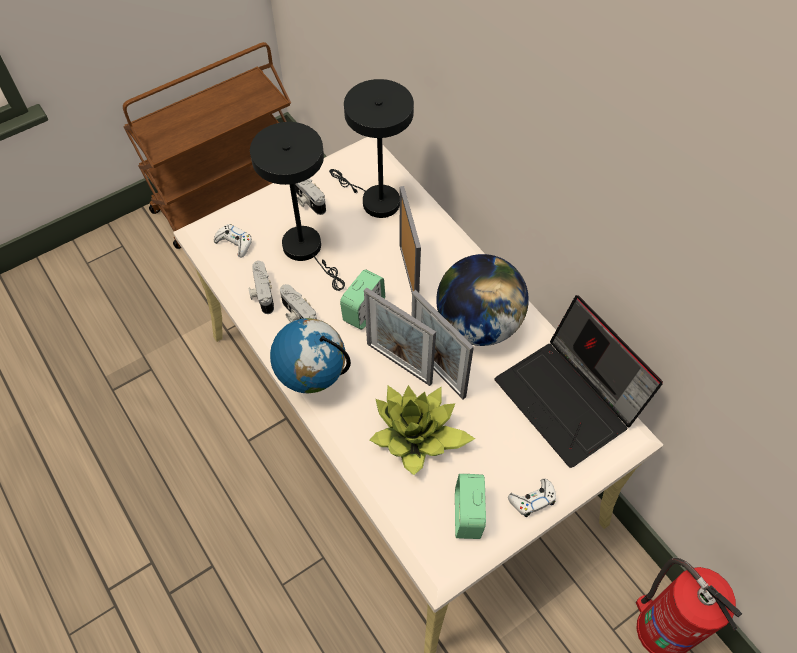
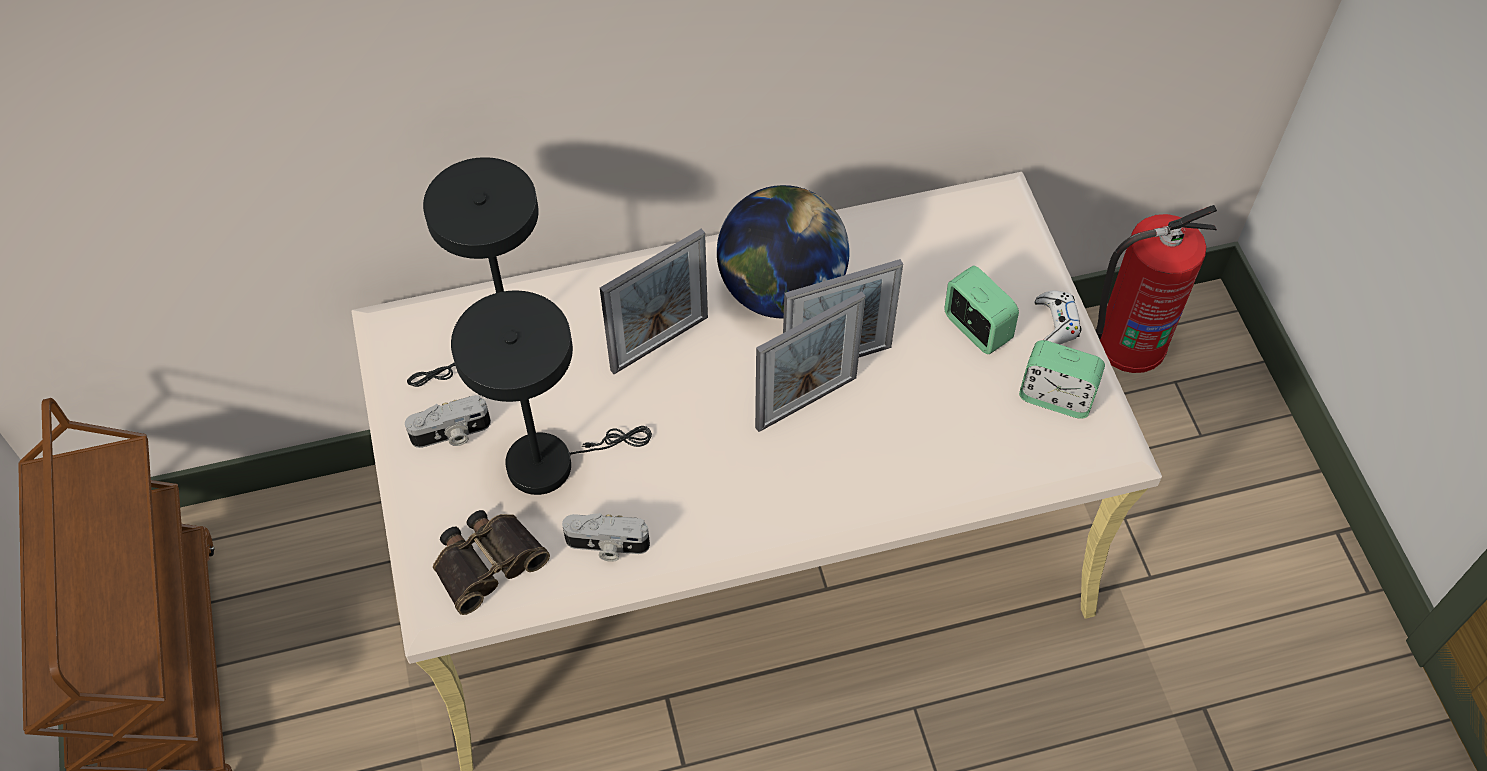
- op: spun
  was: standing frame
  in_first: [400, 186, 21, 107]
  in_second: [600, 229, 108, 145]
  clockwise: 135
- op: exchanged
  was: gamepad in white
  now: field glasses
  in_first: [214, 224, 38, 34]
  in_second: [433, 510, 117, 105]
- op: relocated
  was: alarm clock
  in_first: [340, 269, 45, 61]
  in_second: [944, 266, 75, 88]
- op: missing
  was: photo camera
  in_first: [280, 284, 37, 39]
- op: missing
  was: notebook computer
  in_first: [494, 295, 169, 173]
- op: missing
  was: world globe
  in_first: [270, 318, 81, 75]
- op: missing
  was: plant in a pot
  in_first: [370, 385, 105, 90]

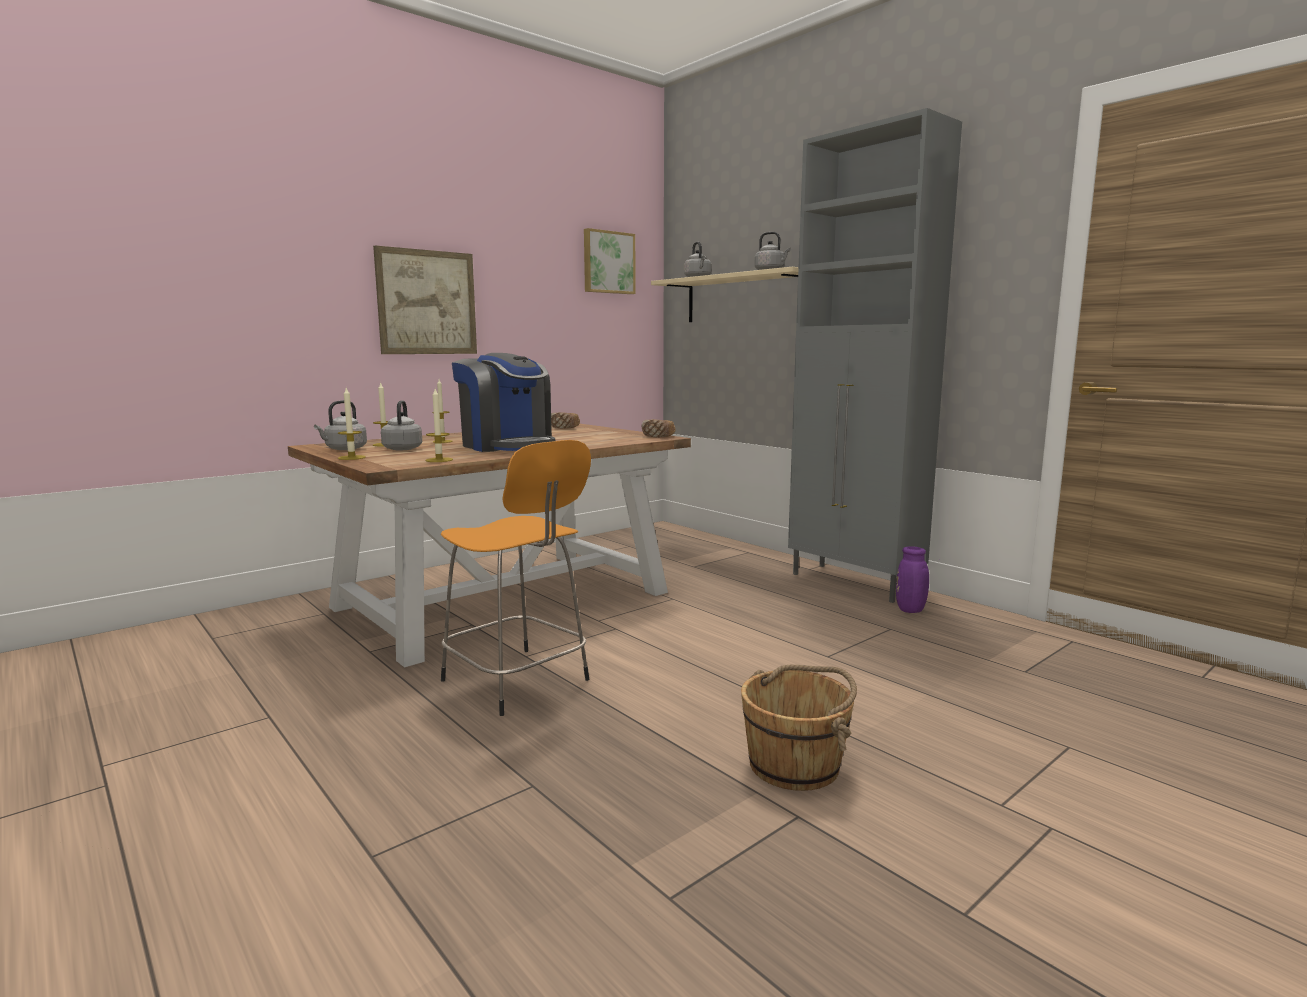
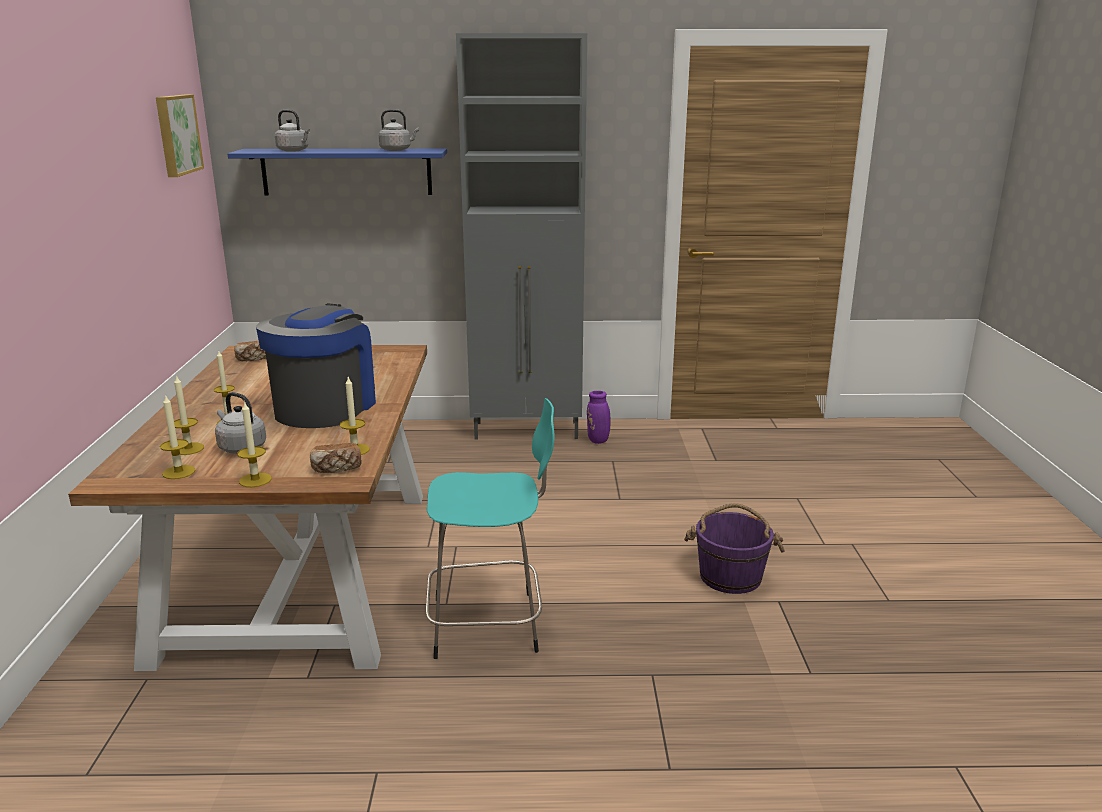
- op: missing
  was: picture
  in_first: [373, 245, 104, 109]
- op: colour
  was: bracket shelf in sand-coloured
  now: bracket shelf in blue
  in_first: [651, 267, 148, 55]
  in_second: [228, 149, 219, 46]
- op: spun
  was: coffee maker
  in_first: [452, 353, 103, 99]
  in_second: [256, 303, 120, 125]
  clockwise: -75
- op: exchanged
  was: water kettle in greyish
  now: wax light
  in_first: [314, 400, 53, 50]
  in_second: [160, 394, 36, 85]
- op: relocated
  was: bread
  in_first: [642, 419, 34, 18]
  in_second: [310, 443, 52, 30]
- op: colour
  was: stool in orange-coloured
  now: stool in blue-green
  in_first: [441, 440, 150, 276]
  in_second: [426, 398, 129, 261]
- op: colour
  was: water bucket in brown
  now: water bucket in purple
  in_first: [741, 665, 116, 126]
  in_second: [684, 503, 101, 91]

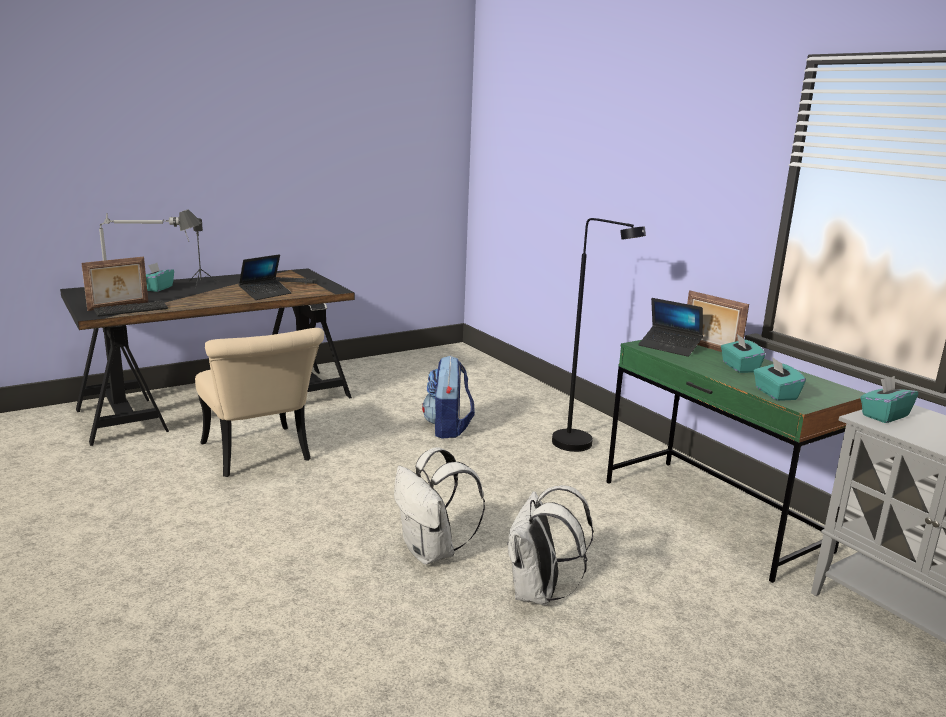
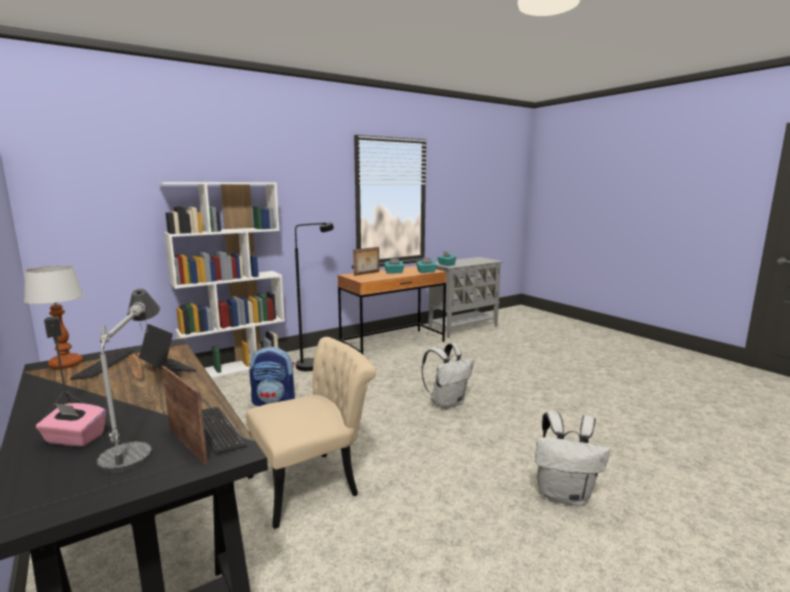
- op: colour
  was: tissue box in blue-green
  now: tissue box in pinkish
  in_first: [146, 263, 28, 29]
  in_second: [36, 403, 70, 44]
- op: missing
  was: notebook computer
  in_first: [638, 298, 65, 59]
- op: colour
  was: desk in green-coloured
  now: desk in brown
  in_first: [607, 340, 259, 243]
  in_second: [338, 266, 108, 88]
- op: relocated
  was: backpack in white
  in_first: [507, 485, 87, 121]
  in_second: [535, 411, 75, 94]
- op: appeared
  now: bookshelf in white
  in_second: [158, 182, 127, 196]
- op: appeared
  now: tabletop lamp
  in_second: [24, 266, 60, 103]

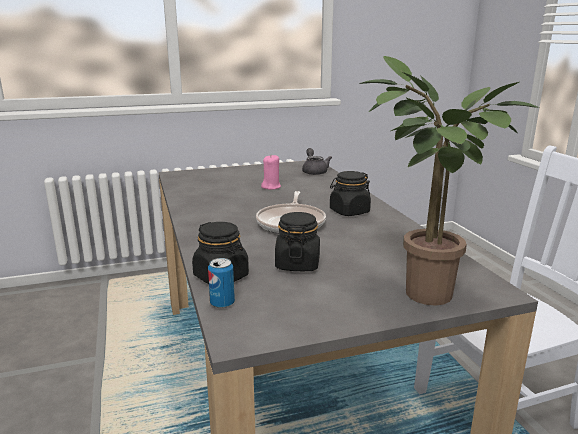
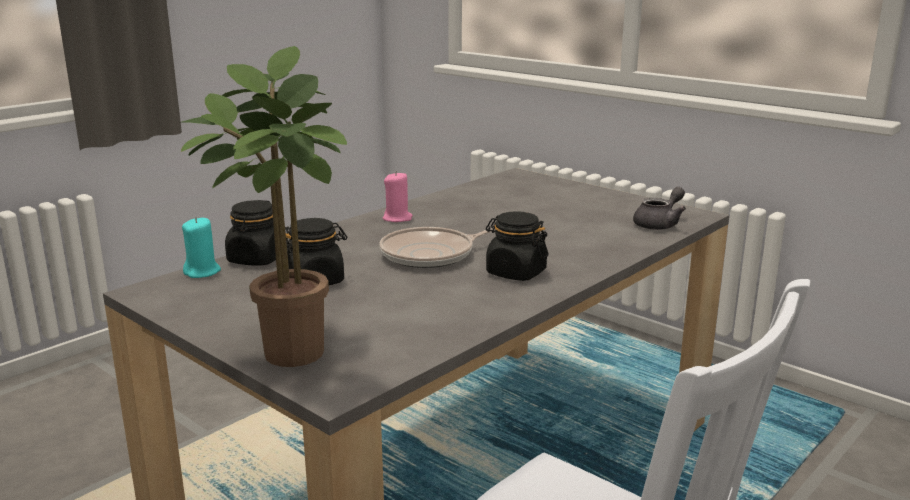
- op: relocated
  was: wax light in pinkish
  in_first: [261, 155, 20, 35]
  in_second: [383, 171, 29, 51]
- op: exchanged
  was: metal can
  now: wax light in blue-green
  in_first: [208, 258, 27, 50]
  in_second: [182, 217, 39, 61]

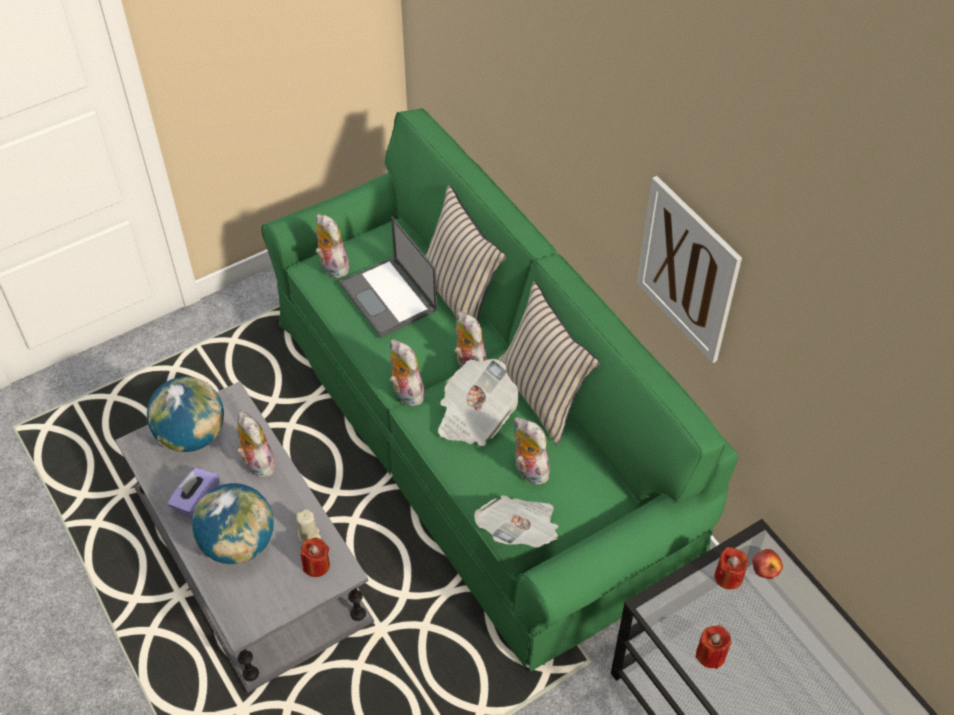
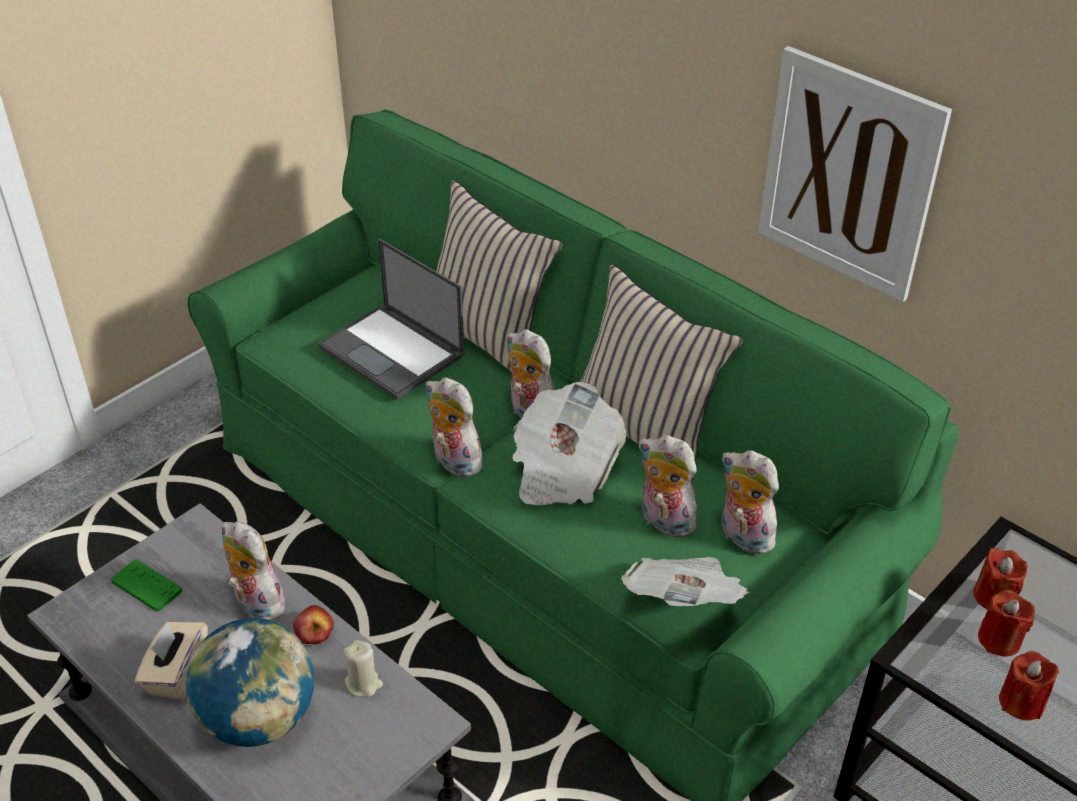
- op: relocated
  was: soft toy
  in_first: [315, 214, 35, 65]
  in_second: [721, 450, 60, 104]
- op: exchanged
  was: world globe
  now: gamepad in green-coloured
  in_first: [147, 377, 77, 75]
  in_second: [111, 559, 71, 53]
- op: colour
  was: tissue box in purple
  now: tissue box in sand-coloured
  in_first: [168, 468, 51, 51]
  in_second: [135, 622, 73, 78]
- op: relocated
  was: wax light in red-coloured
  in_first: [301, 537, 29, 40]
  in_second: [978, 590, 57, 67]
- op: relocated
  was: apple
  in_first: [752, 549, 31, 30]
  in_second: [293, 605, 41, 40]

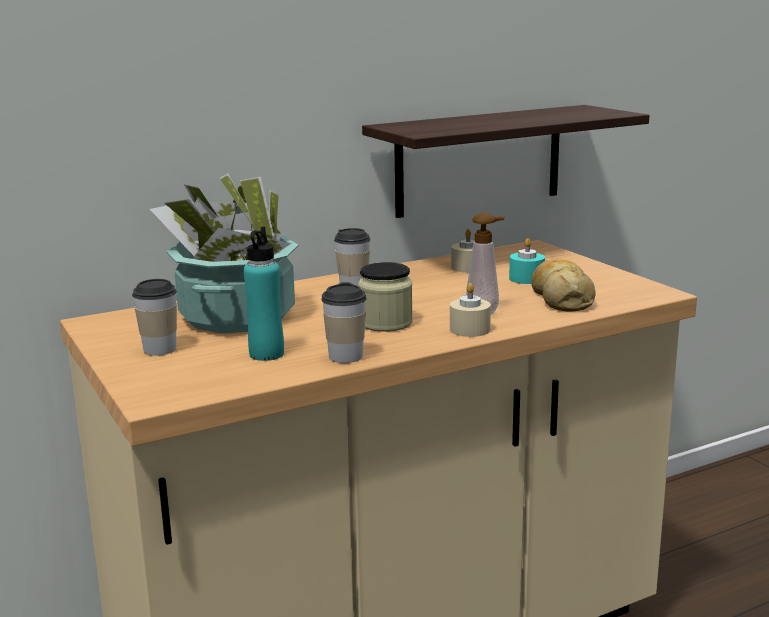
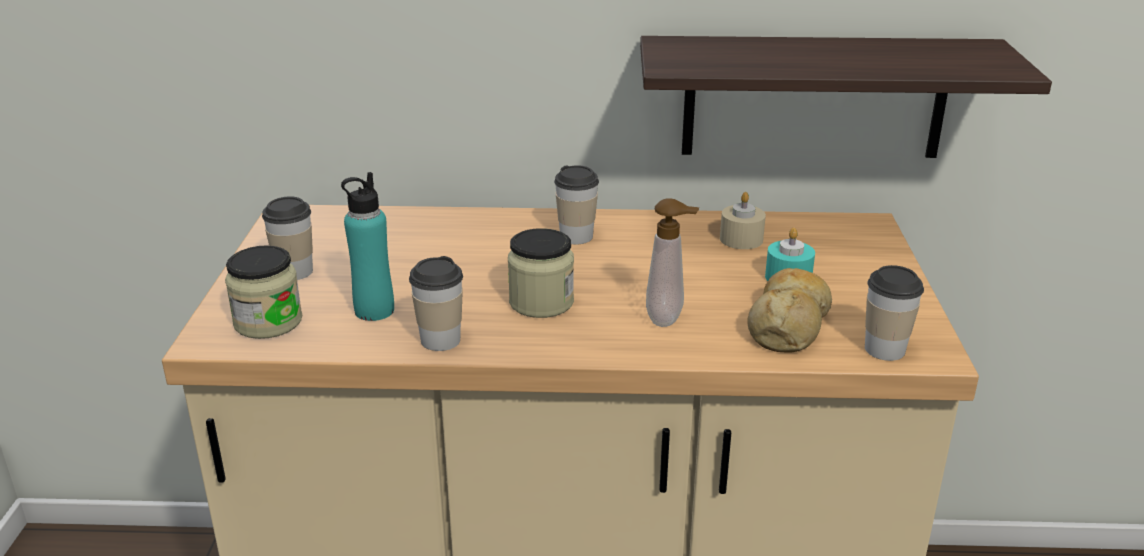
- op: missing
  was: plant in a pot
  in_first: [150, 174, 148, 159]
- op: missing
  was: wax light in sand-coloured
  in_first: [450, 283, 41, 54]
- op: appeared
  now: storage jar
  in_second: [225, 245, 77, 94]
- op: appeared
  now: small cup
  in_second: [865, 265, 59, 96]

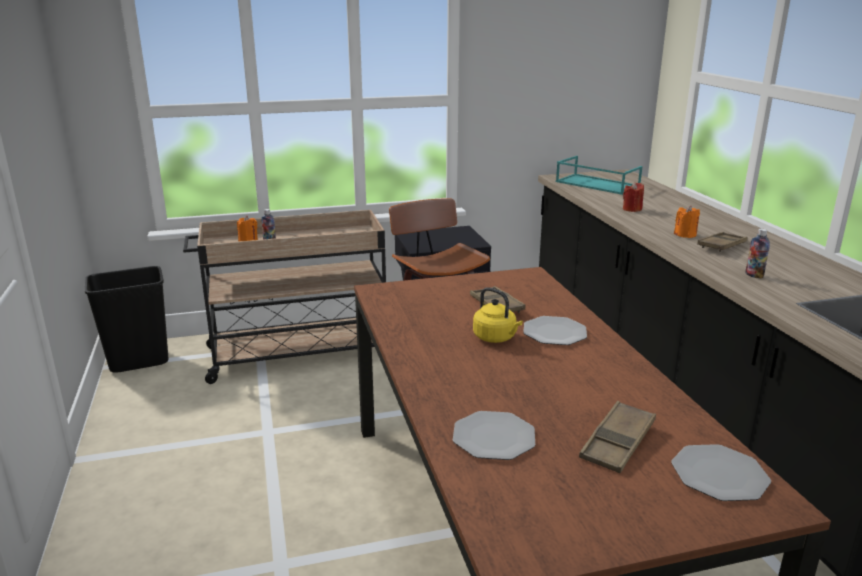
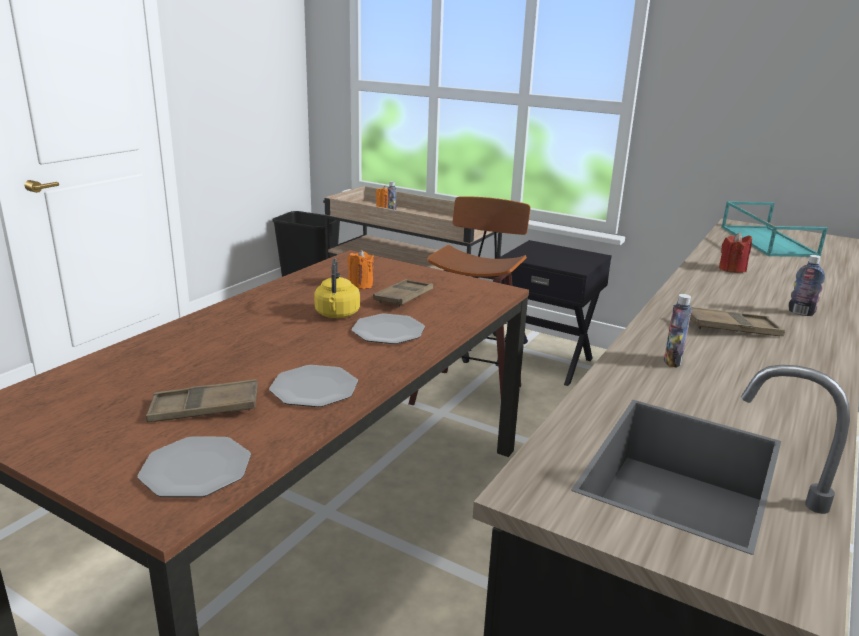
- op: relocated
  was: wax light in orange-coloured
  in_first: [674, 205, 26, 33]
  in_second: [347, 250, 27, 39]
- op: relocated
  was: dinner plate
  in_first: [453, 411, 82, 49]
  in_second: [269, 365, 89, 42]
- op: appeared
  now: drink bottle
  in_second: [788, 255, 37, 61]

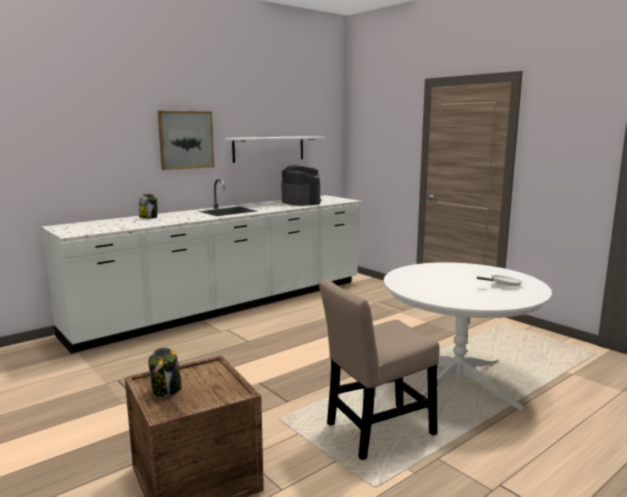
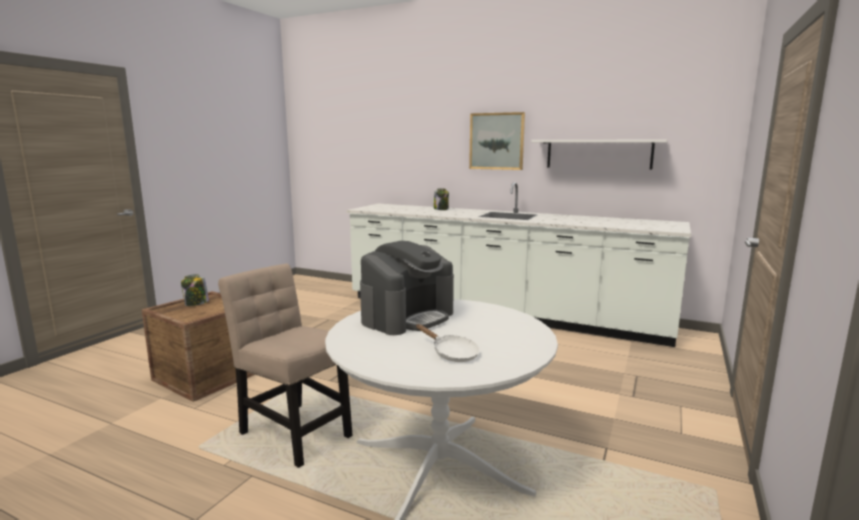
- op: relocated
  was: coffee maker
  in_first: [282, 165, 39, 41]
  in_second: [360, 241, 94, 94]

